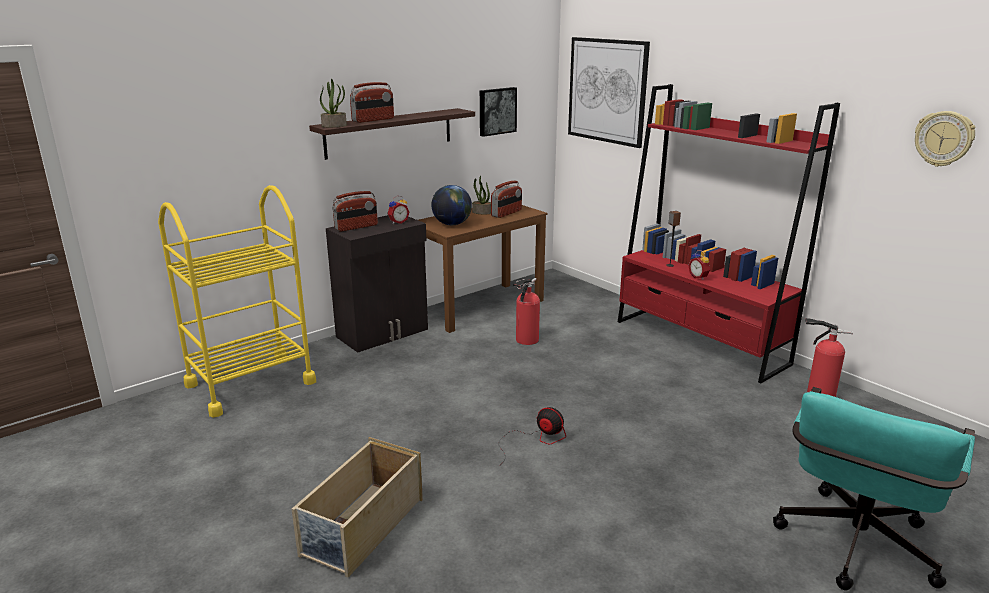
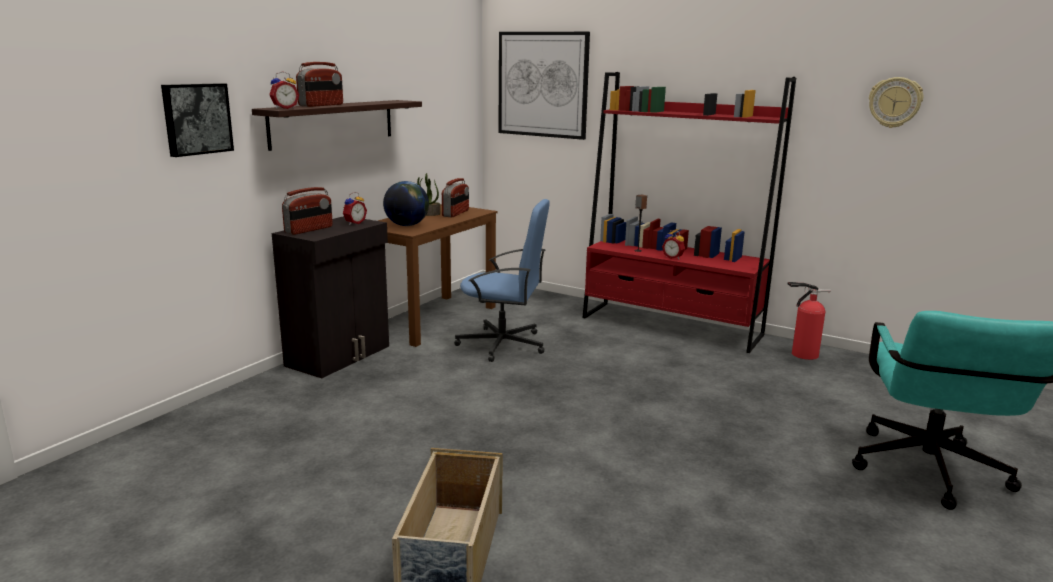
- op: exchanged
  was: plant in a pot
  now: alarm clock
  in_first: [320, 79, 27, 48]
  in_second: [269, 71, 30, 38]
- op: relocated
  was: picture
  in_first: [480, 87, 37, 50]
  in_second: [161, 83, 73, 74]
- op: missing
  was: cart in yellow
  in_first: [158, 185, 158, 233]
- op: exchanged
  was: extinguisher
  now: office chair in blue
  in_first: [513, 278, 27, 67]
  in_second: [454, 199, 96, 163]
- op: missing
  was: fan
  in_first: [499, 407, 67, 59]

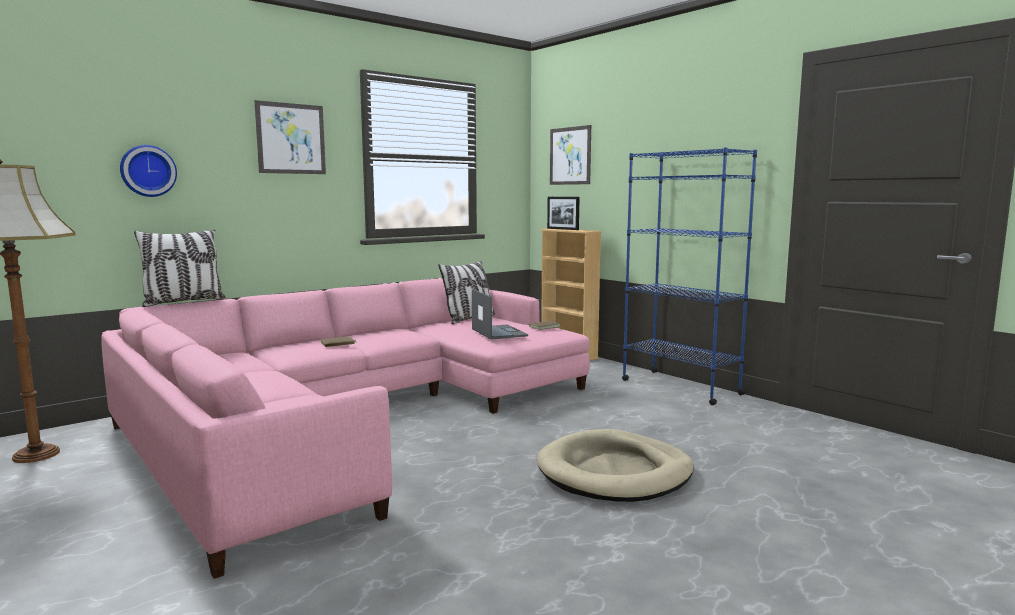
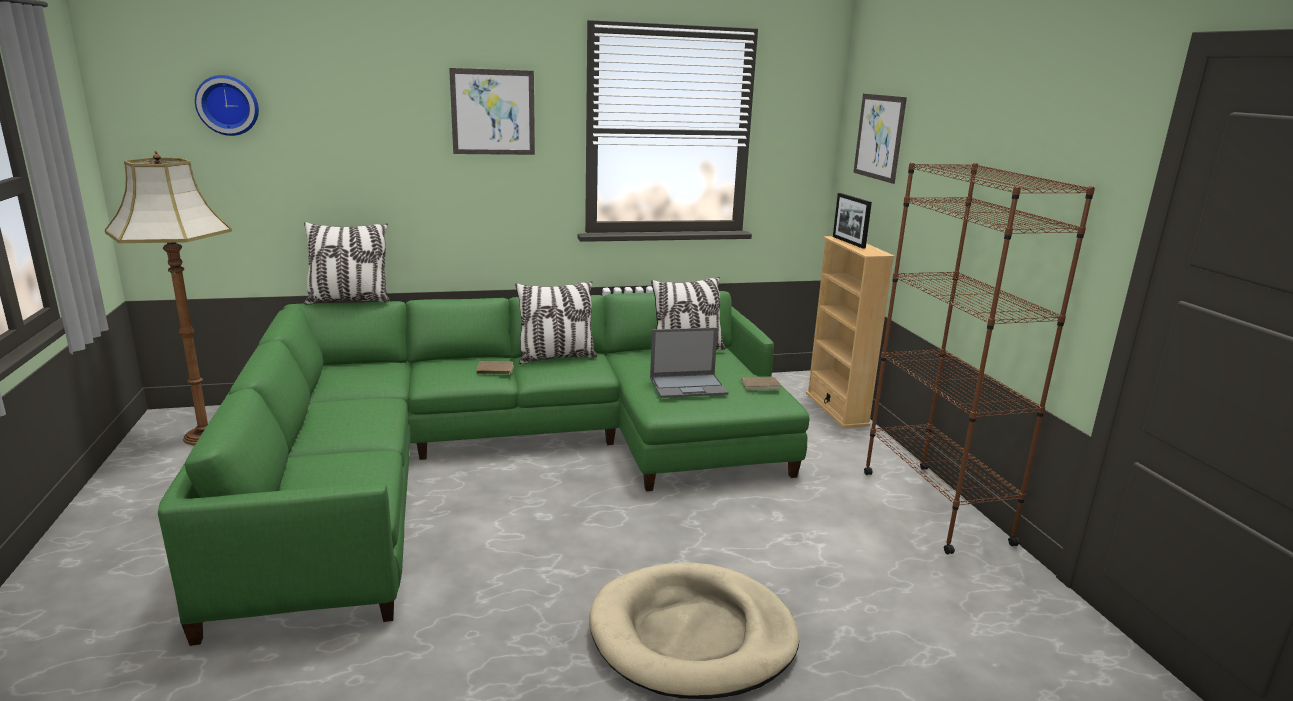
- op: relocated
  was: wall clock
  in_first: [120, 145, 57, 52]
  in_second: [195, 75, 64, 61]
- op: colour
  was: bookshelf in blue
  now: bookshelf in brown
  in_first: [622, 147, 135, 258]
  in_second: [864, 162, 231, 392]
- op: colour
  was: settee in pinkish
  now: settee in green-coloured
  in_first: [101, 278, 489, 301]
  in_second: [158, 291, 652, 355]
- op: spun
  was: notebook computer
  in_first: [472, 289, 56, 51]
  in_second: [650, 327, 79, 71]
  clockwise: 75
- op: appeared
  now: pillow
  in_second: [515, 281, 82, 83]

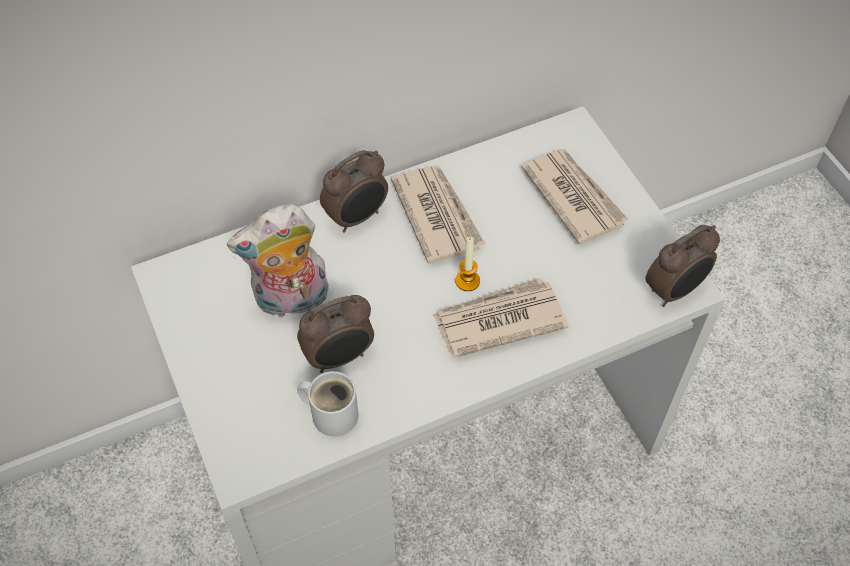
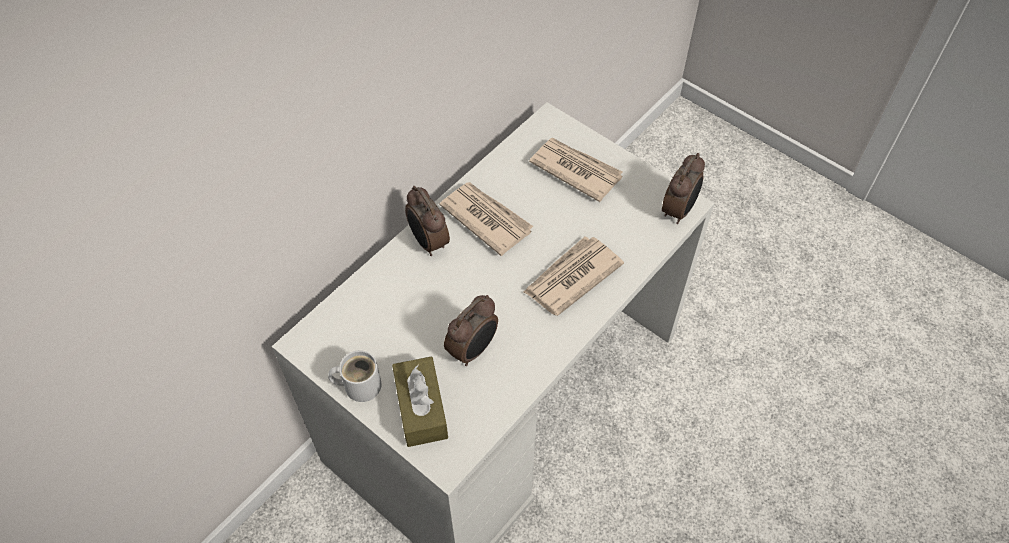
- op: spun
  was: alarm clock
  in_first: [320, 150, 68, 82]
  in_second: [405, 186, 45, 70]
  clockwise: 120
- op: missing
  was: soft toy
  in_first: [227, 204, 102, 114]
- op: missing
  was: wax light
  in_first: [455, 237, 25, 54]
- op: relocated
  was: tea mug in white
  in_first: [297, 371, 61, 66]
  in_second: [328, 350, 54, 52]
- op: appeared
  now: tissue box in brown
  in_second: [392, 356, 56, 91]

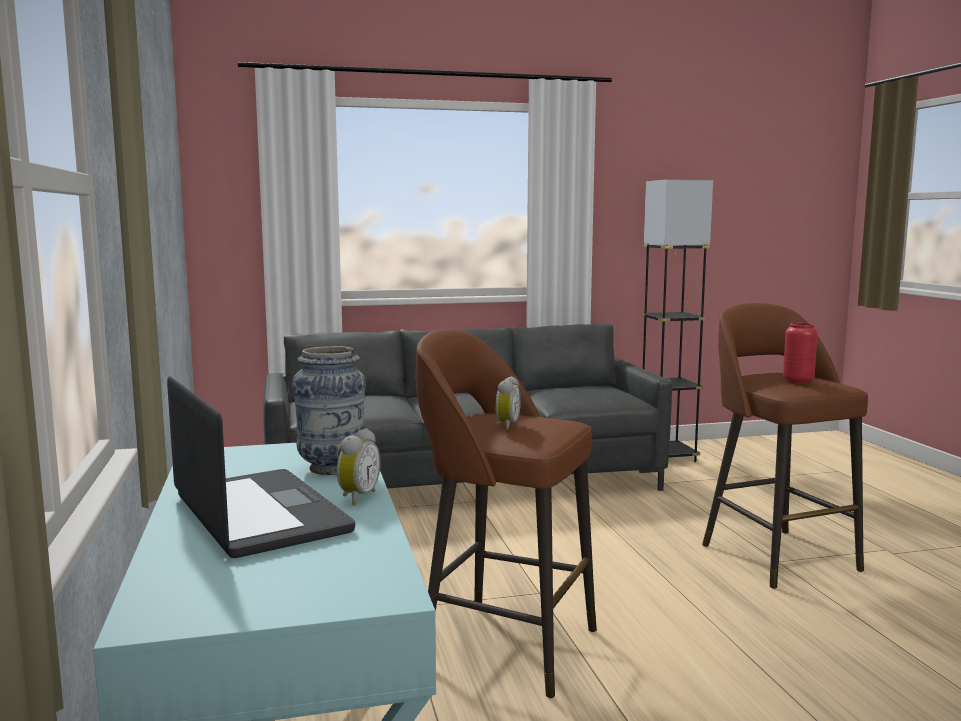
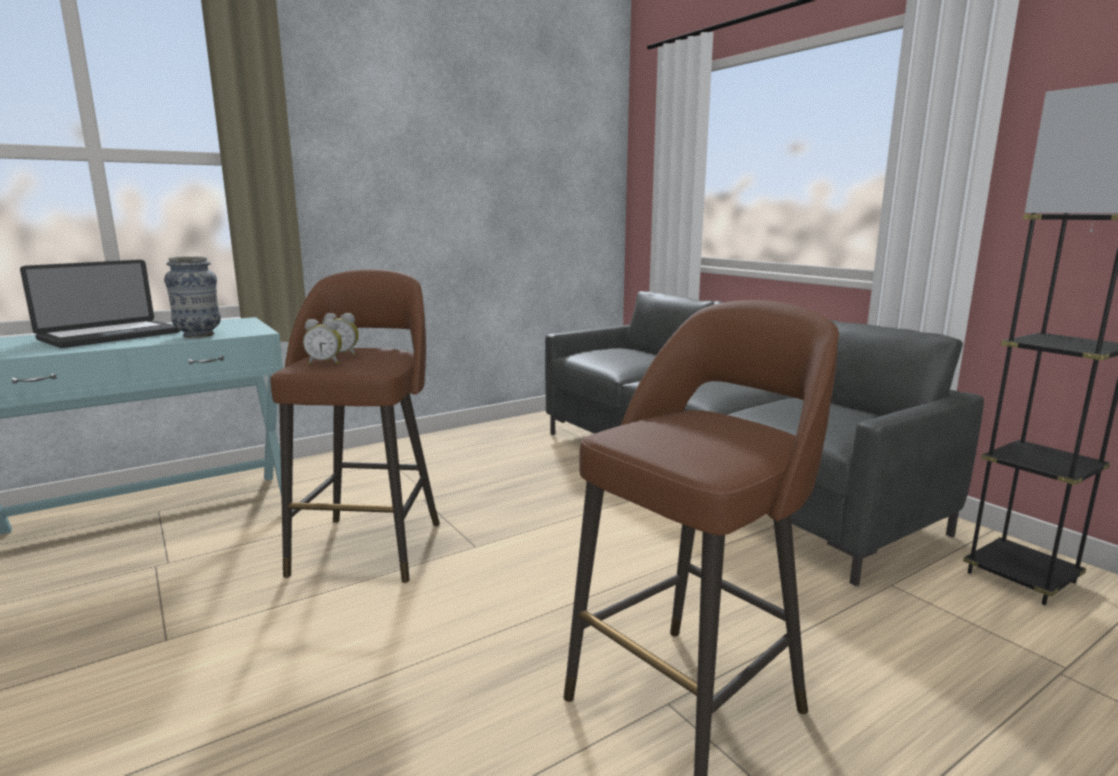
- op: missing
  was: flower vase in red-coloured
  in_first: [783, 323, 35, 61]
- op: relocated
  was: alarm clock
  in_first: [337, 428, 44, 77]
  in_second: [303, 319, 39, 45]

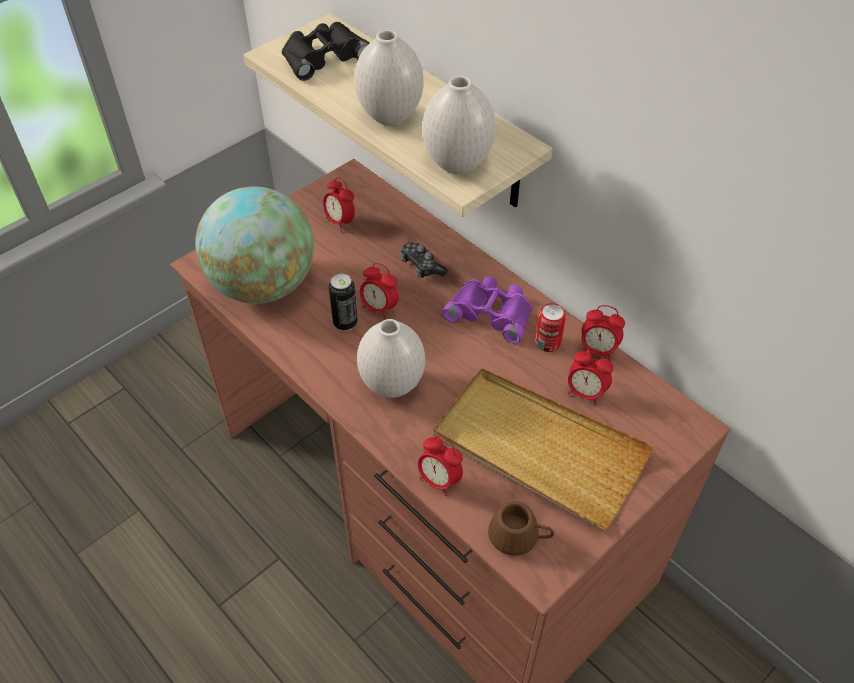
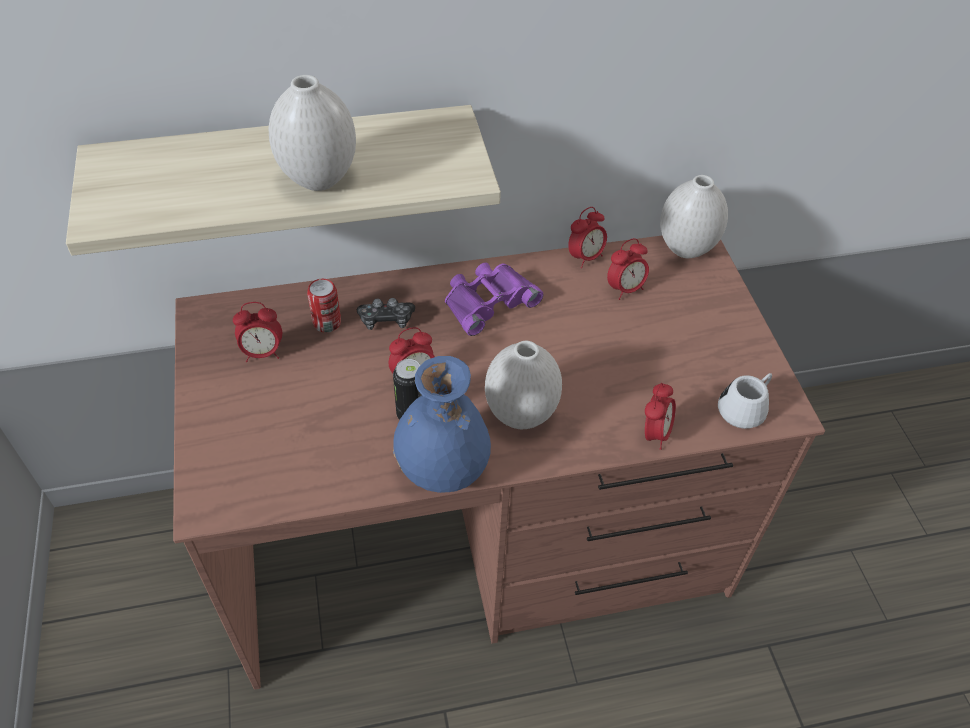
- op: missing
  was: field glasses in black-coloured
  in_first: [282, 22, 88, 59]
- op: relocated
  was: flower vase in white
  in_first: [422, 76, 74, 98]
  in_second: [660, 175, 68, 83]
- op: missing
  was: world globe
  in_first: [195, 186, 119, 118]
- op: relocated
  was: metal can
  in_first: [535, 303, 31, 49]
  in_second: [307, 279, 34, 54]
- op: missing
  was: carrying tray in sand-coloured
  in_first: [433, 368, 222, 163]
- op: spun
  was: alarm clock
  in_first: [418, 436, 45, 60]
  in_second: [645, 383, 31, 67]
  clockwise: -45
- op: colour
  was: tea mug in brown
  now: tea mug in white
  in_first: [488, 501, 66, 55]
  in_second: [718, 373, 54, 56]
- op: appeared
  now: flower vase in blue
  in_second: [393, 356, 98, 137]

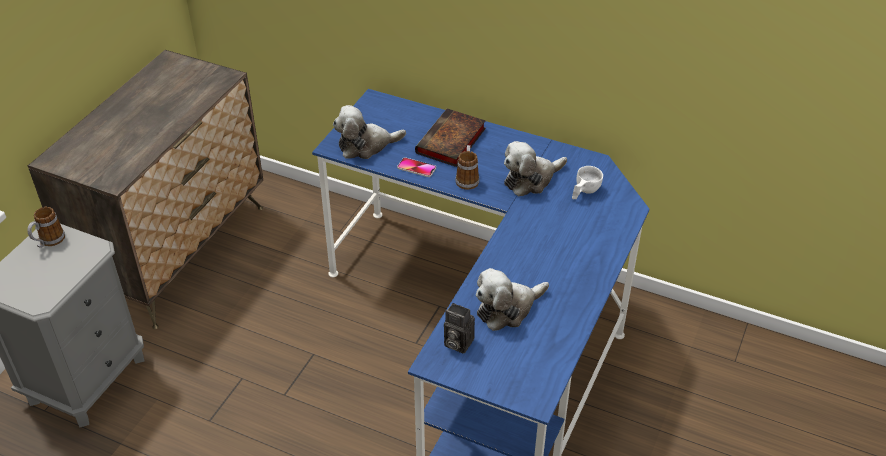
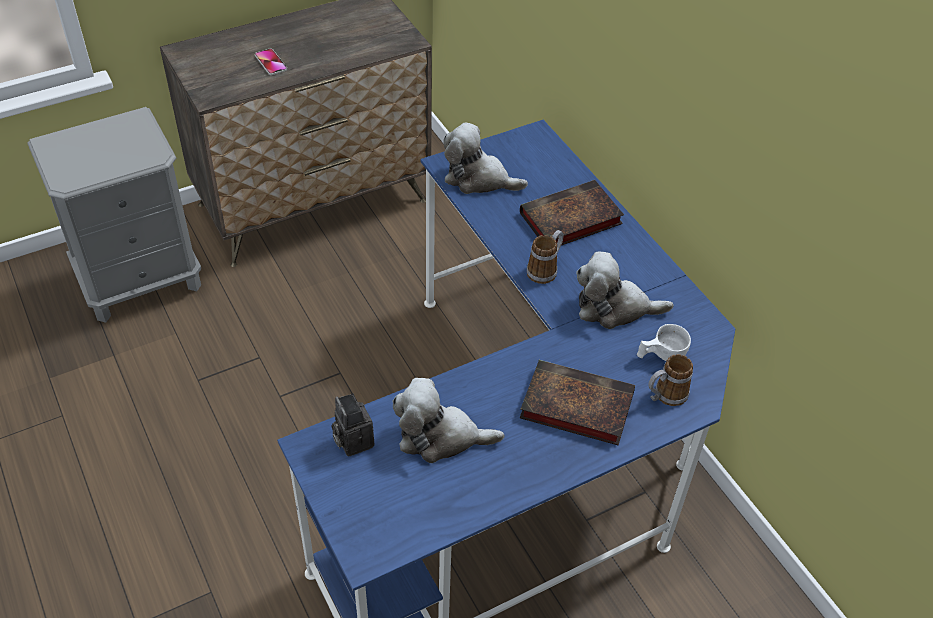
- op: relocated
  was: handset
  in_first: [397, 157, 39, 20]
  in_second: [255, 49, 32, 26]
- op: relocated
  was: tea mug
  in_first: [27, 207, 38, 41]
  in_second: [648, 354, 45, 52]
- op: appeared
  now: book
  in_second: [520, 360, 115, 85]

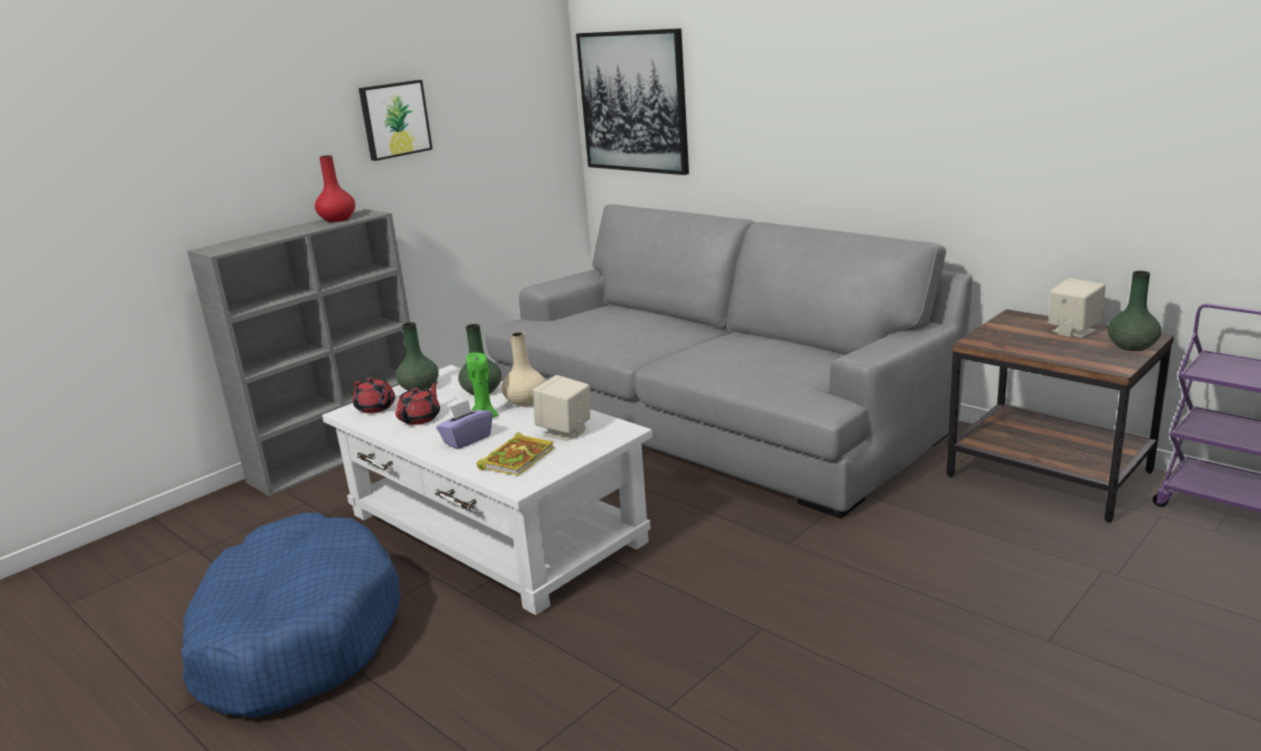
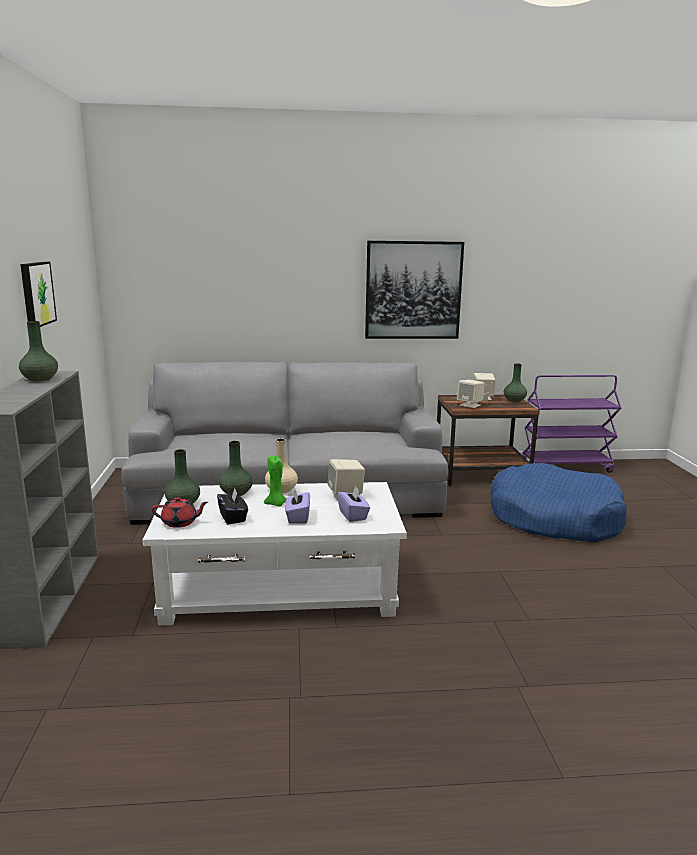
- op: relocated
  was: picture
  in_first: [576, 28, 113, 147]
  in_second: [365, 241, 99, 98]
- op: colour
  was: flower vase in red-coloured
  now: flower vase in green-coloured
  in_first: [315, 155, 40, 67]
  in_second: [19, 321, 39, 60]
- op: exchanged
  was: tea pot in red-coloured
  now: tissue box in black-coloured
  in_first: [395, 381, 45, 44]
  in_second: [217, 488, 31, 36]
- op: exchanged
  was: book
  now: tissue box in purple
  in_first: [477, 432, 78, 44]
  in_second: [337, 486, 33, 36]
- op: relocated
  was: dog bed in blue
  in_first: [181, 512, 219, 206]
  in_second: [490, 463, 136, 80]
- op: appeared
  now: speaker in sand-coloured
  in_second: [457, 380, 28, 28]

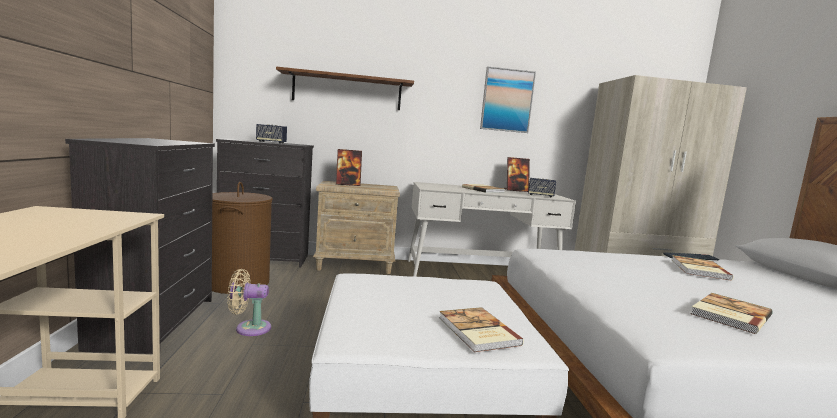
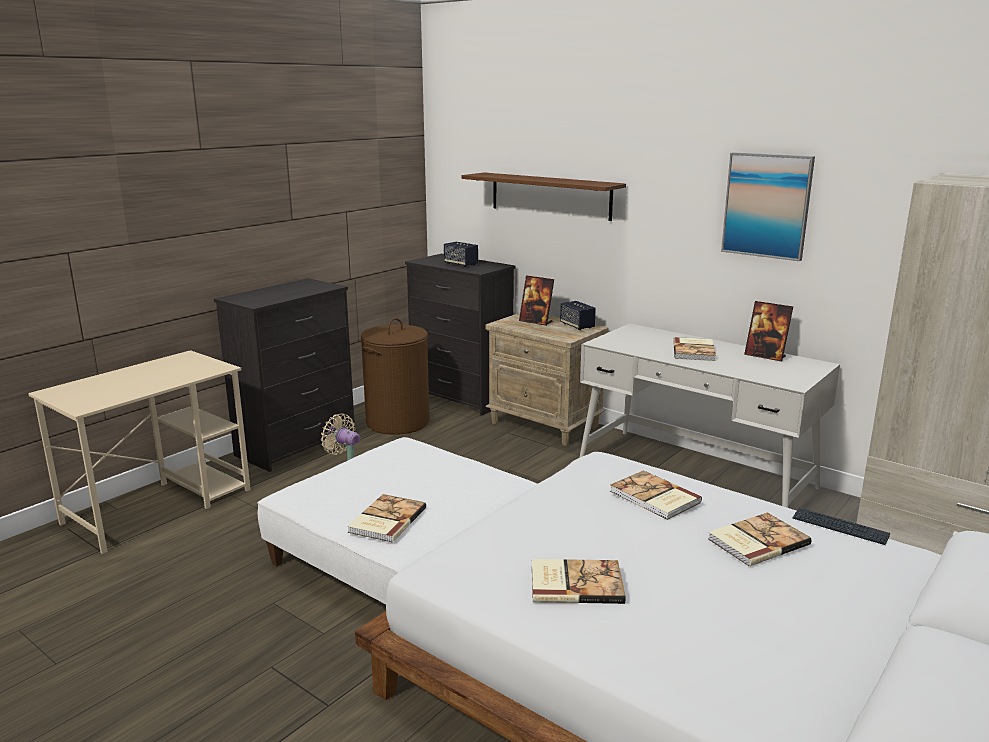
- op: relocated
  was: speaker
  in_first: [528, 178, 28, 19]
  in_second: [560, 301, 36, 29]
- op: appeared
  now: book
  in_second: [610, 470, 92, 50]

